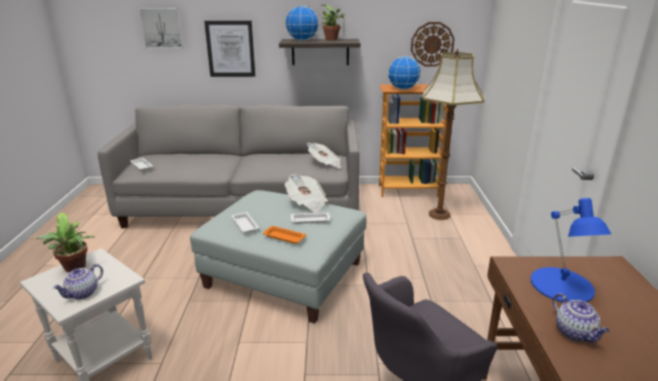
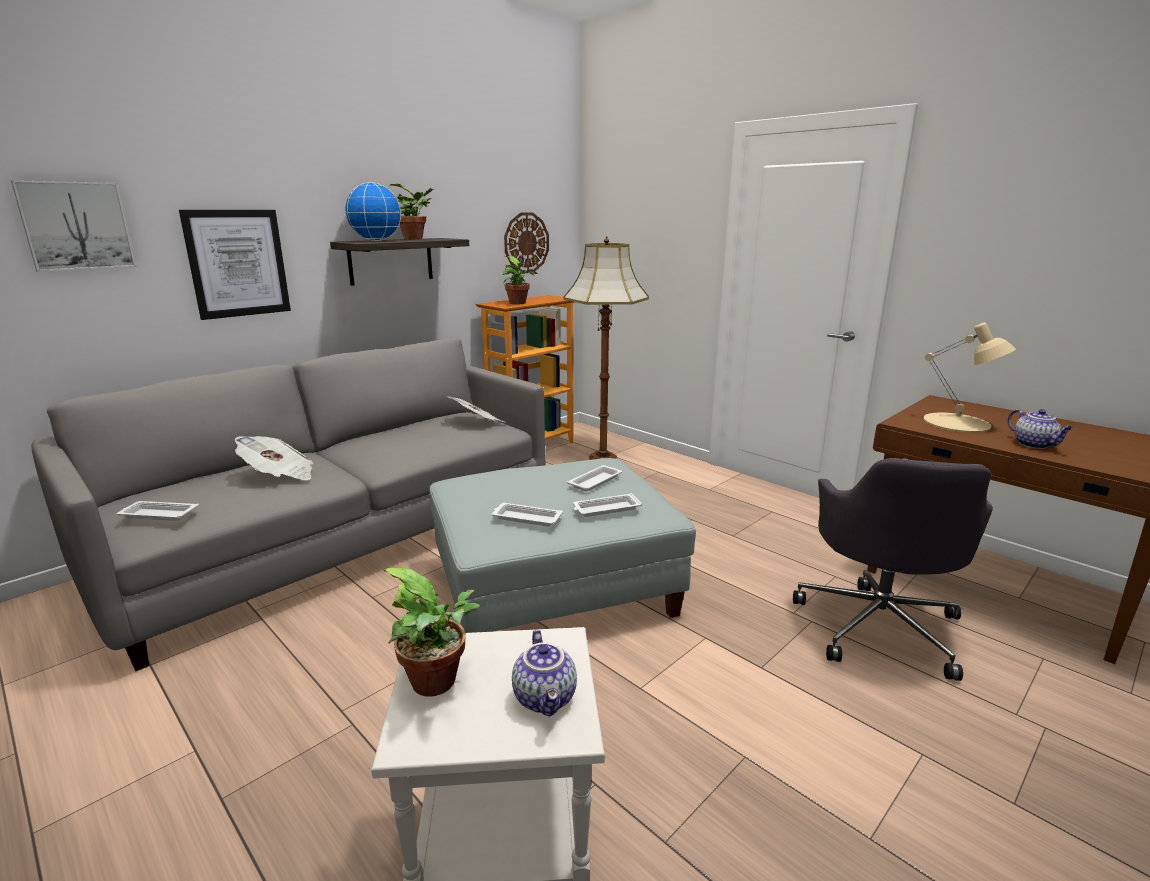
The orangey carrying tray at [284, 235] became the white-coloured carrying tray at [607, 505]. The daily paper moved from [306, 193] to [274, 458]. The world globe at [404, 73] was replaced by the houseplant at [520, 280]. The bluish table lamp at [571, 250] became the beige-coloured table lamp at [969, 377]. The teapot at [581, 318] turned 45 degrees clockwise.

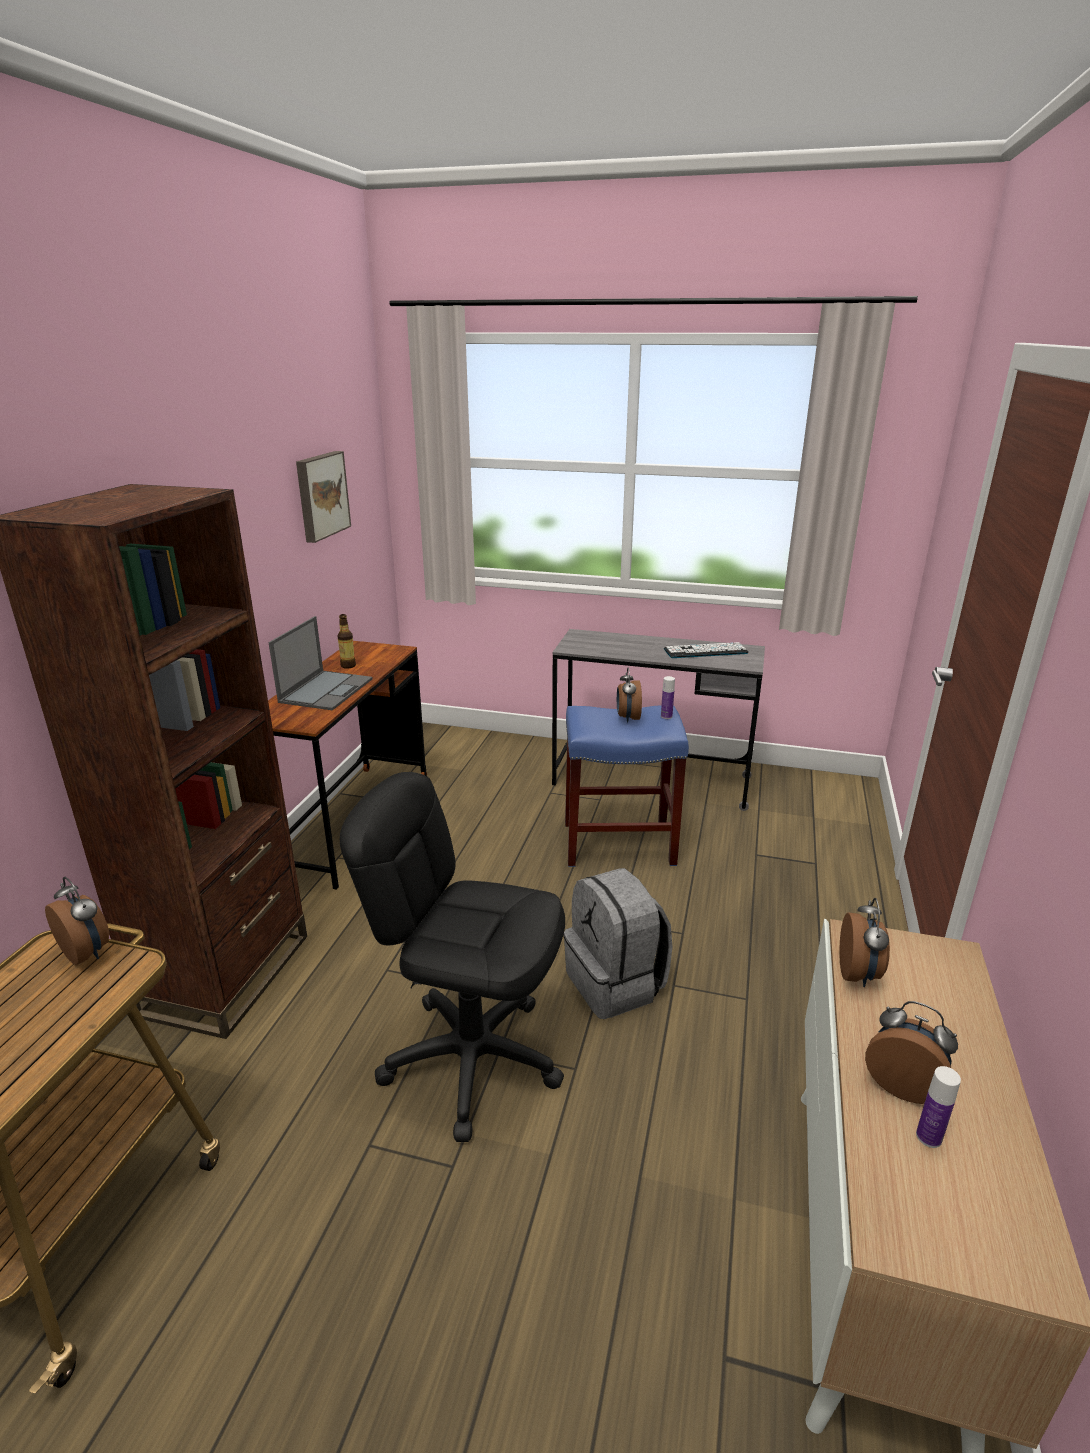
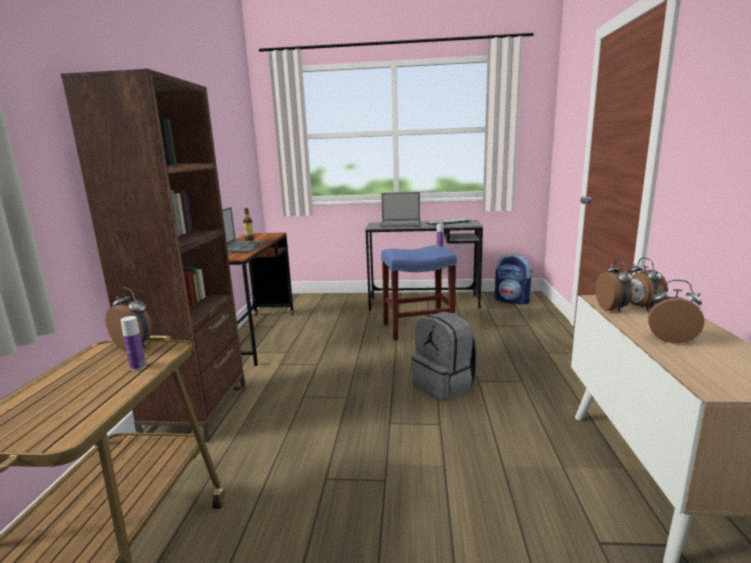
The picture at [323, 497] disappeared. The blackish computer chair at [452, 957] disappeared. The bedside clock moved from [629, 695] to [648, 284]. The drink bottle moved from [938, 1107] to [133, 343]. The portable computer at [400, 209] appeared. The knapsack at [513, 279] appeared.

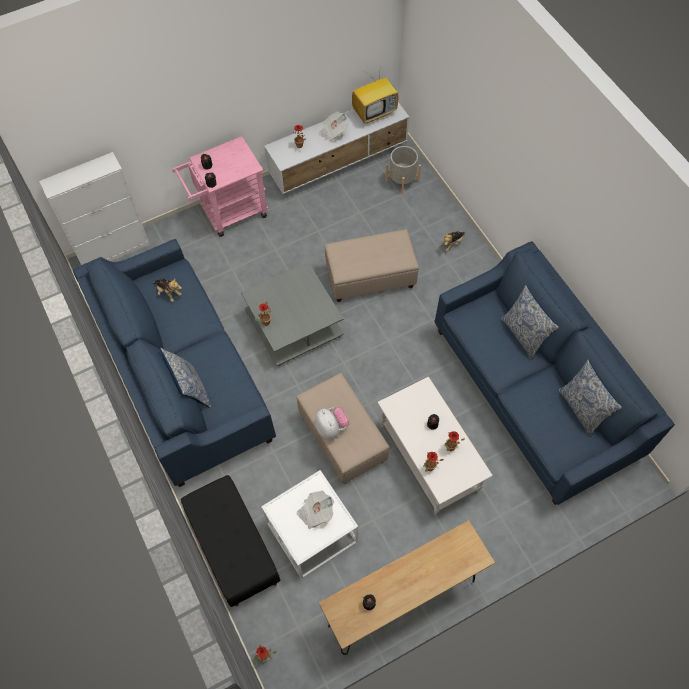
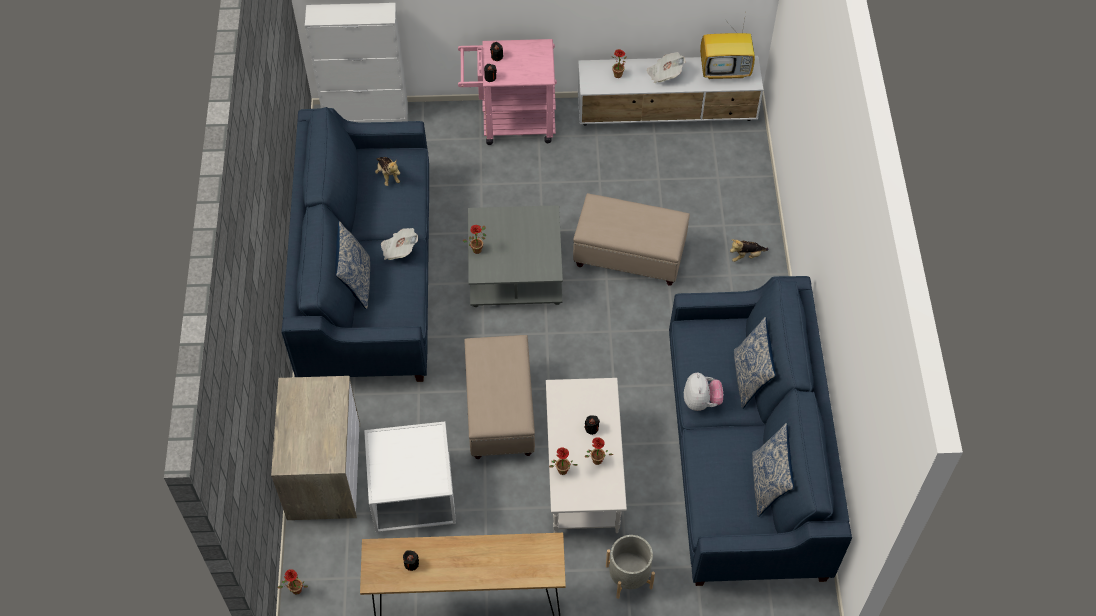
The blackish indoor bench at [230, 541] was replaced by the chest of drawers at [315, 448]. The daily paper moved from [315, 509] to [399, 244]. The plush toy moved from [332, 423] to [703, 392]. The gray plant pot moved from [403, 170] to [630, 567].

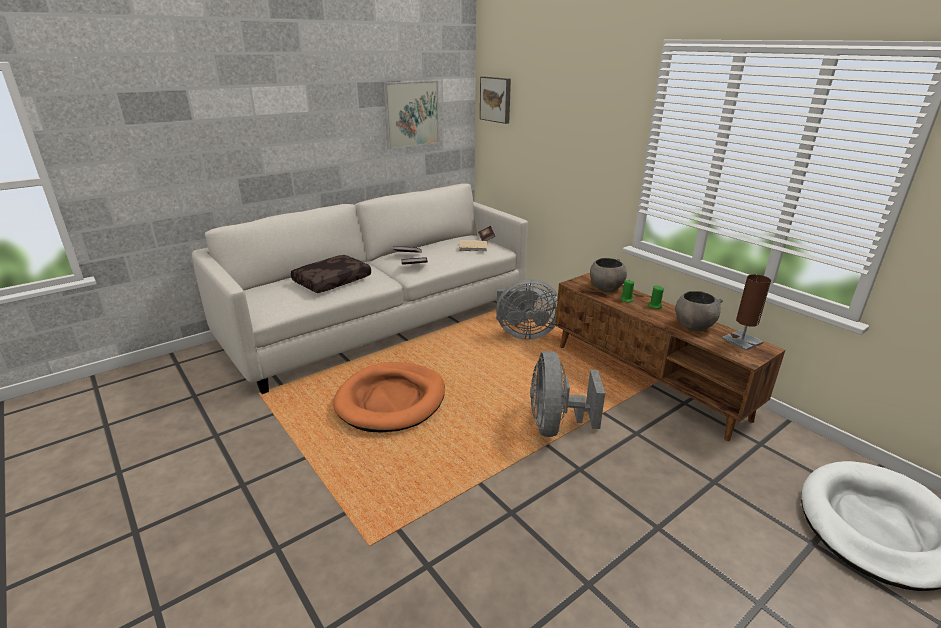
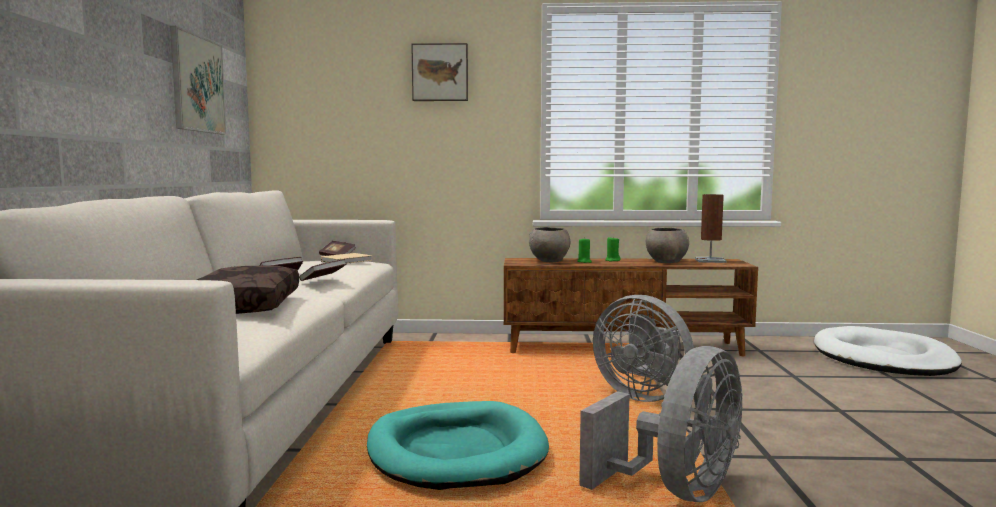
The orangey dog bed at [389, 397] became the turquoise-coloured dog bed at [458, 445]. The picture moved from [495, 100] to [439, 72]. The gray fan moved from [527, 309] to [661, 424].

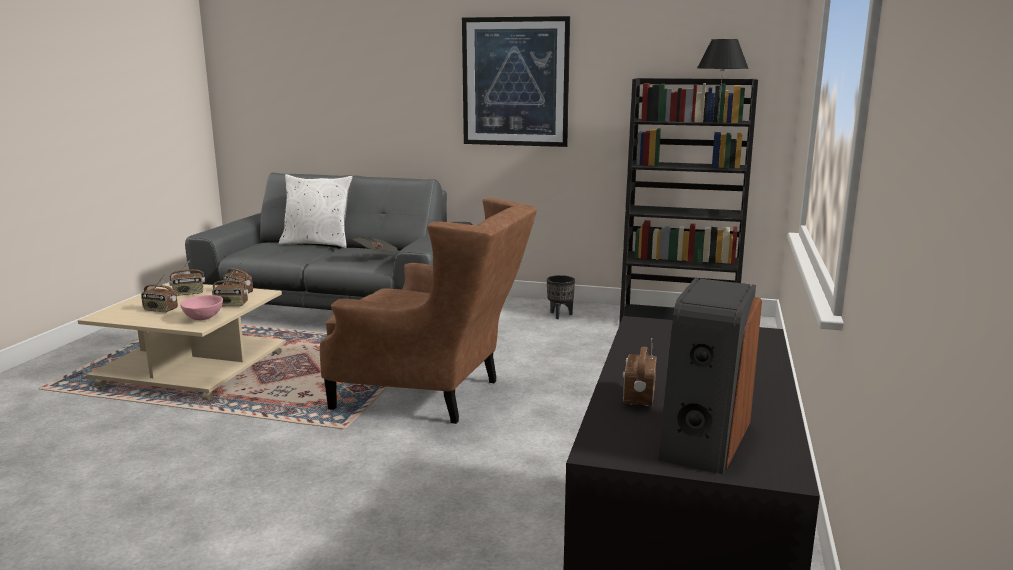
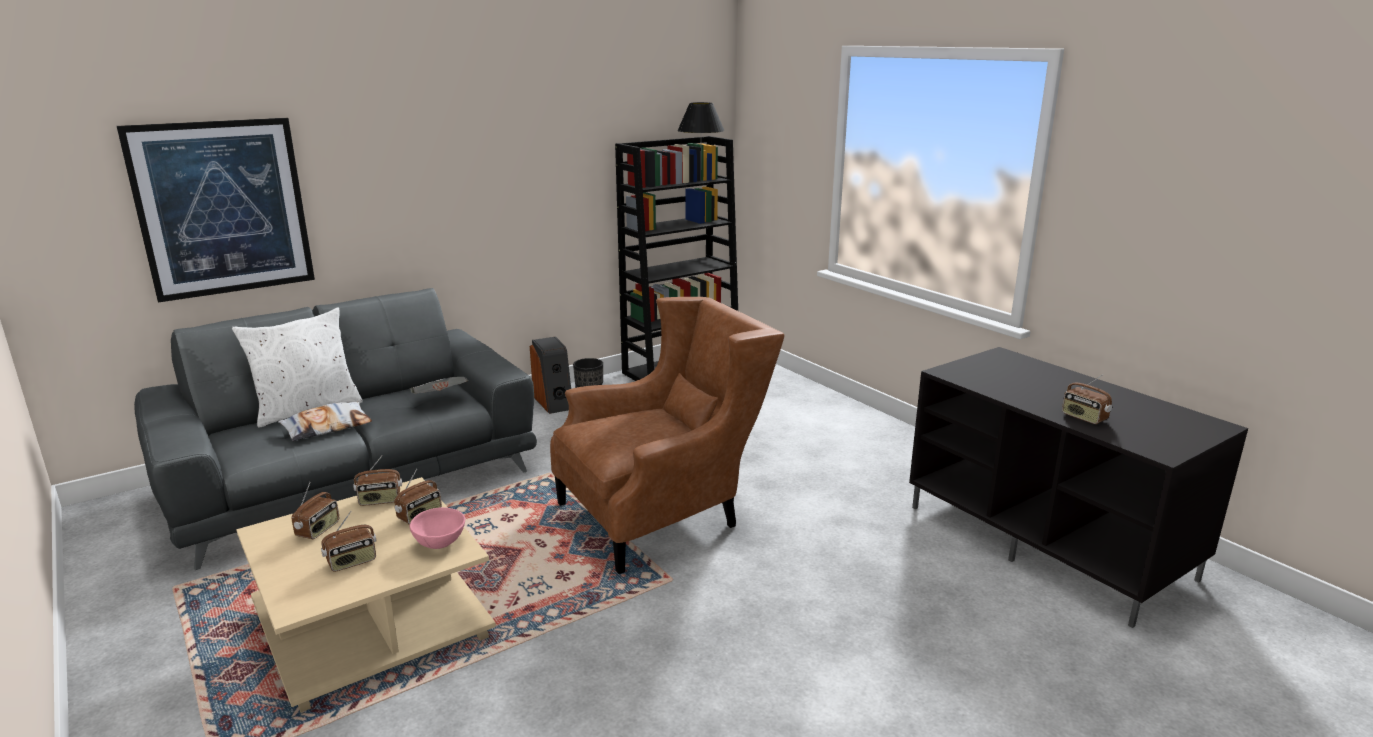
The picture moved from [516, 81] to [216, 210]. The speaker moved from [710, 376] to [550, 375]. The pillow at [325, 421] appeared.

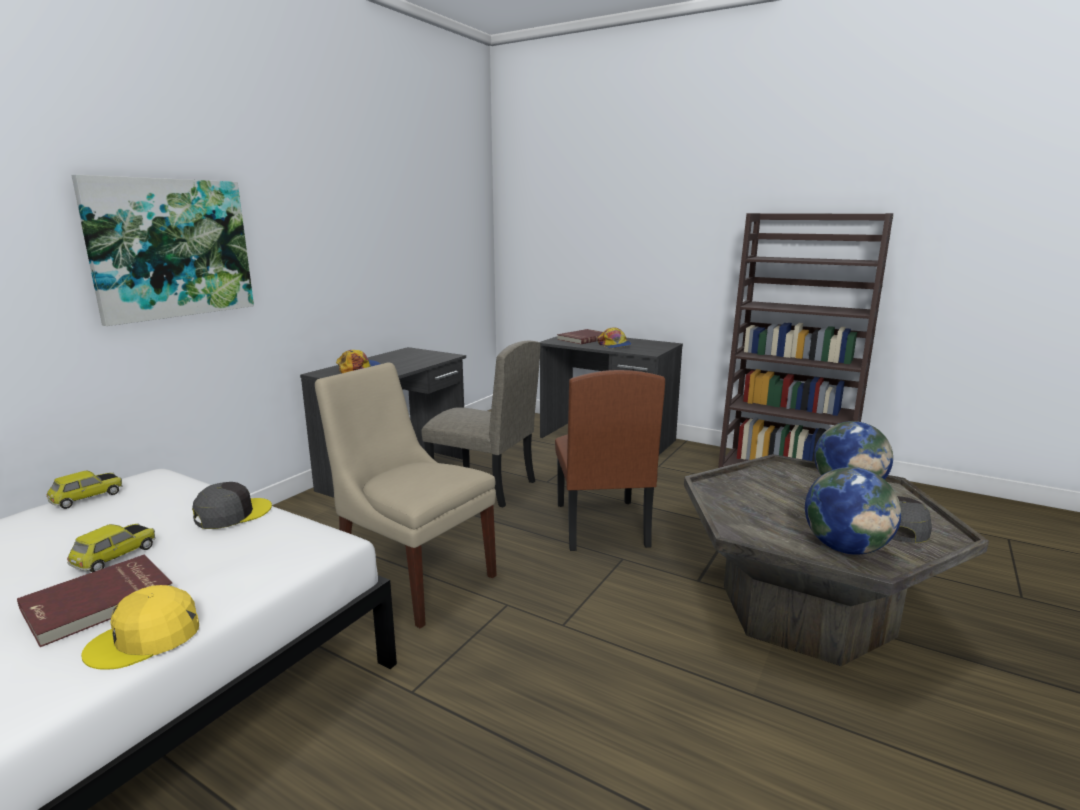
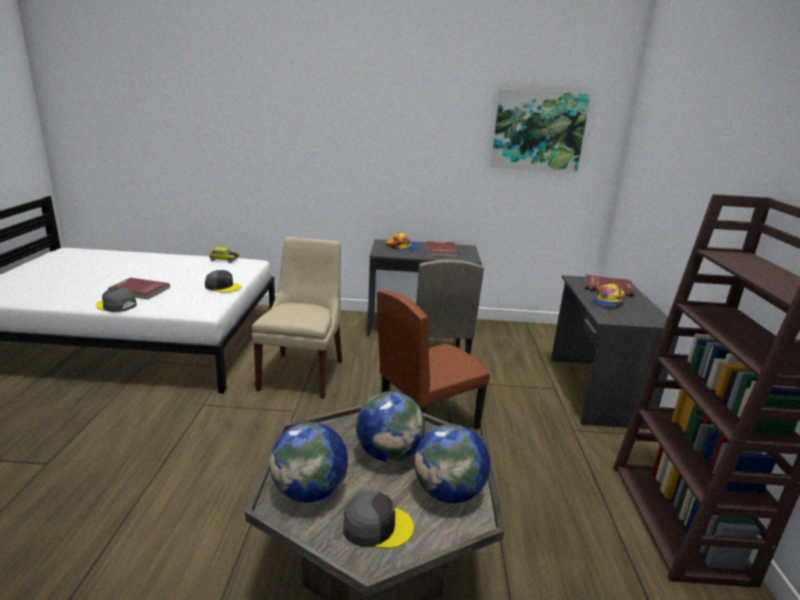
The miniature car at [111, 547] disappeared. The picture moved from [162, 250] to [541, 130]. The yellow cap at [140, 627] became the gray cap at [116, 300]. The world globe at [390, 426] appeared. The red-coloured bound book at [443, 249] appeared.

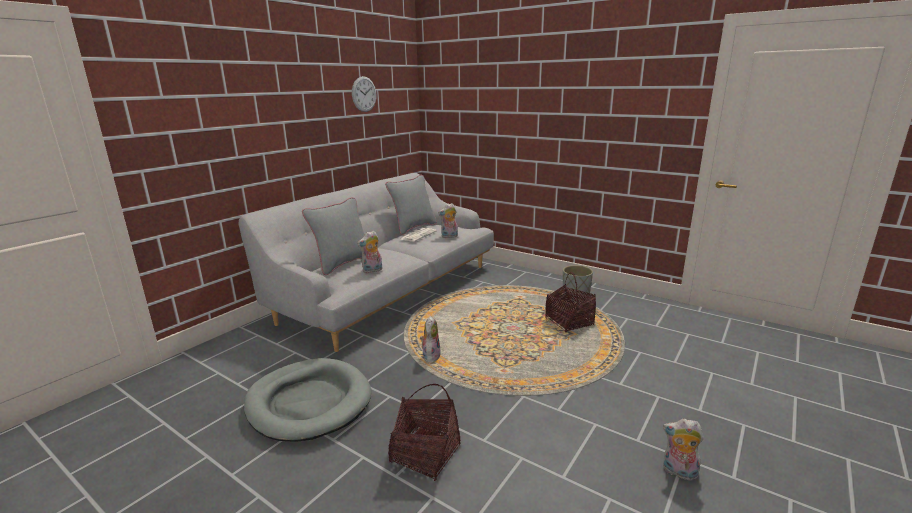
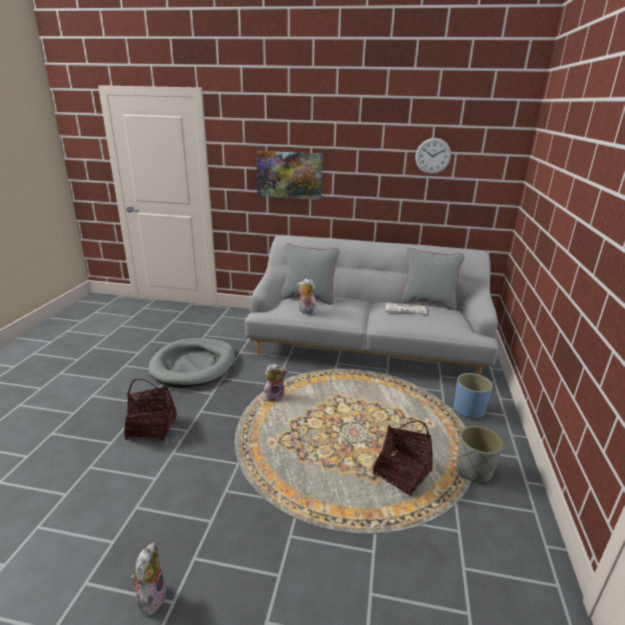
The plush toy at [448, 220] disappeared. The picture at [289, 175] appeared. The bluish plant pot at [473, 396] appeared.

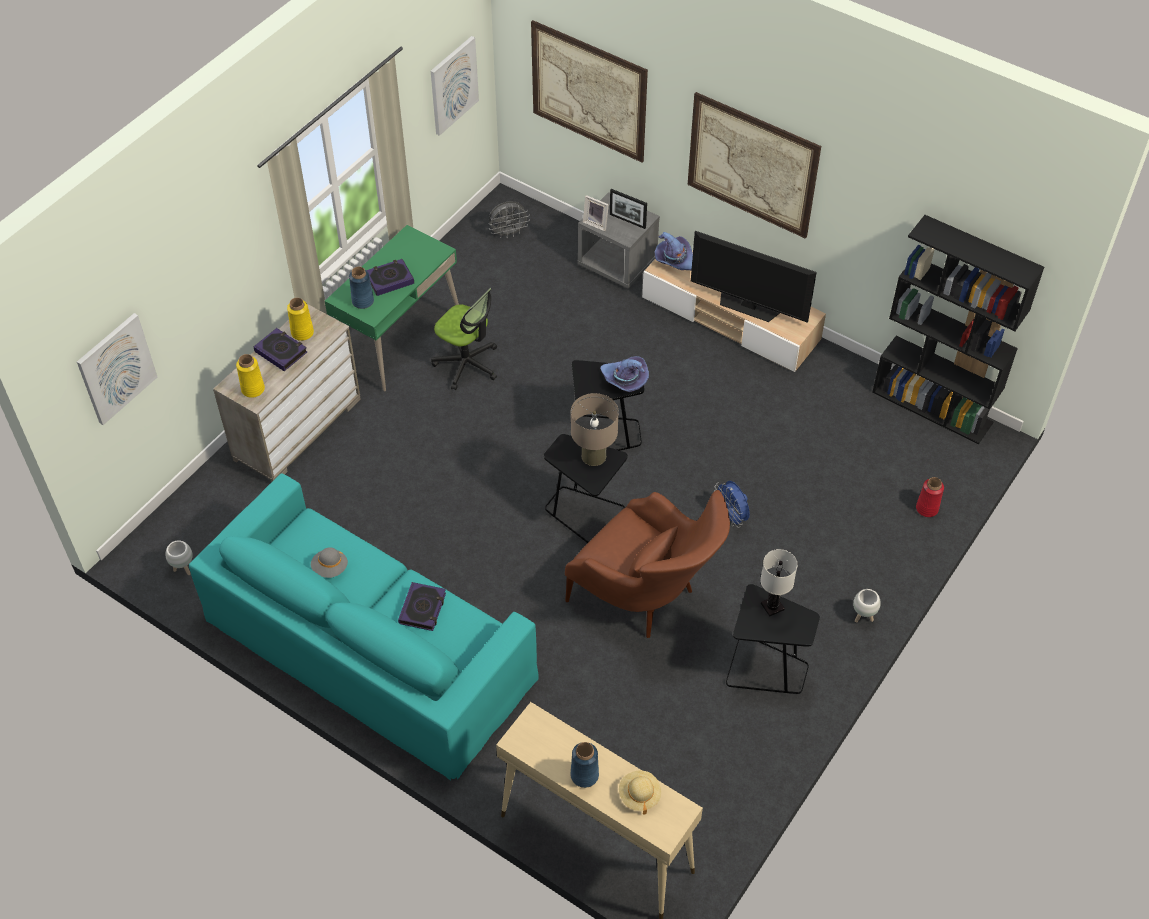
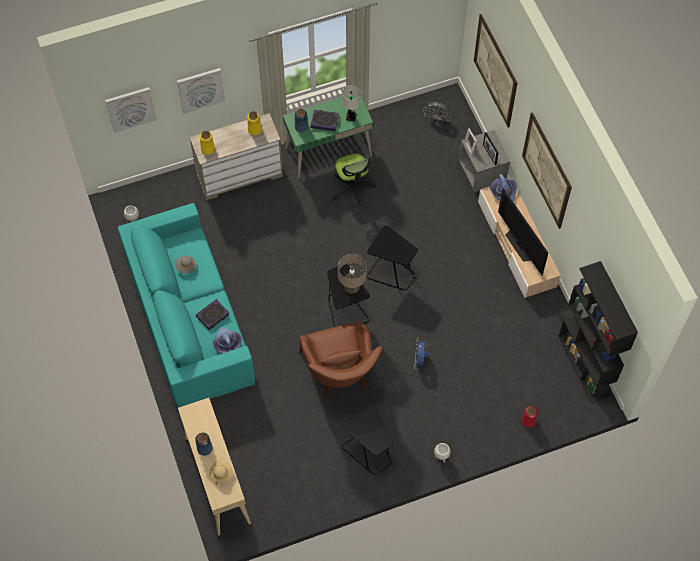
The bound book at [280, 349] disappeared. The picture moved from [455, 86] to [201, 91]. The purple clothing hat moved from [624, 374] to [227, 340]. The white-coloured table lamp moved from [779, 583] to [351, 103].

